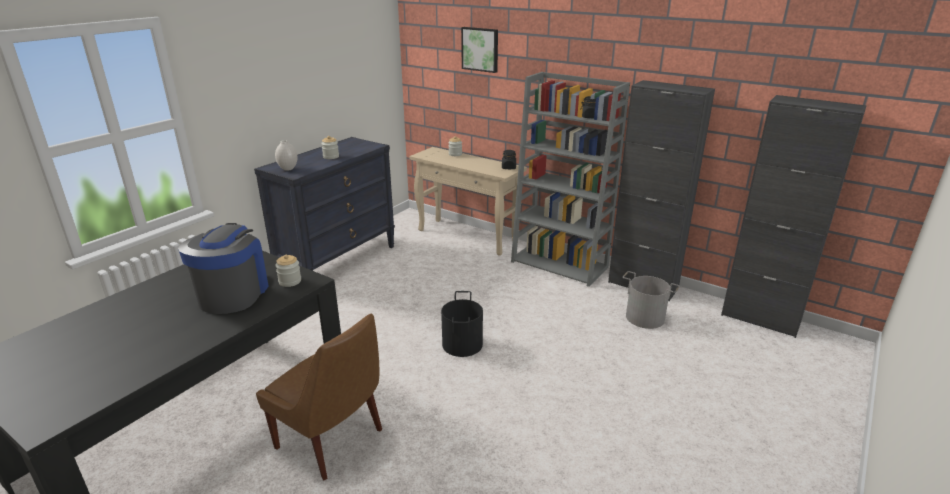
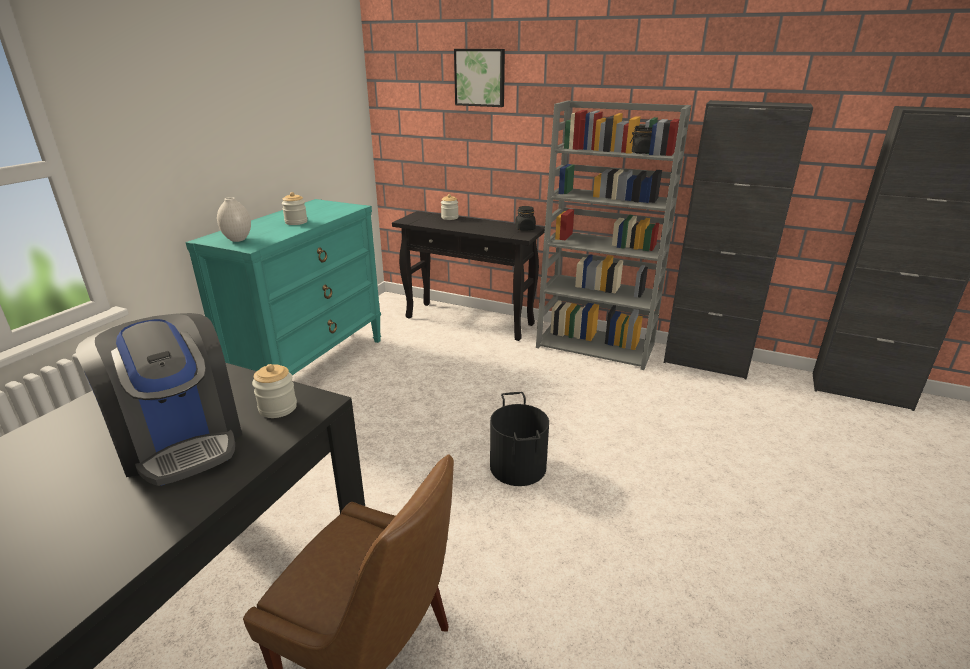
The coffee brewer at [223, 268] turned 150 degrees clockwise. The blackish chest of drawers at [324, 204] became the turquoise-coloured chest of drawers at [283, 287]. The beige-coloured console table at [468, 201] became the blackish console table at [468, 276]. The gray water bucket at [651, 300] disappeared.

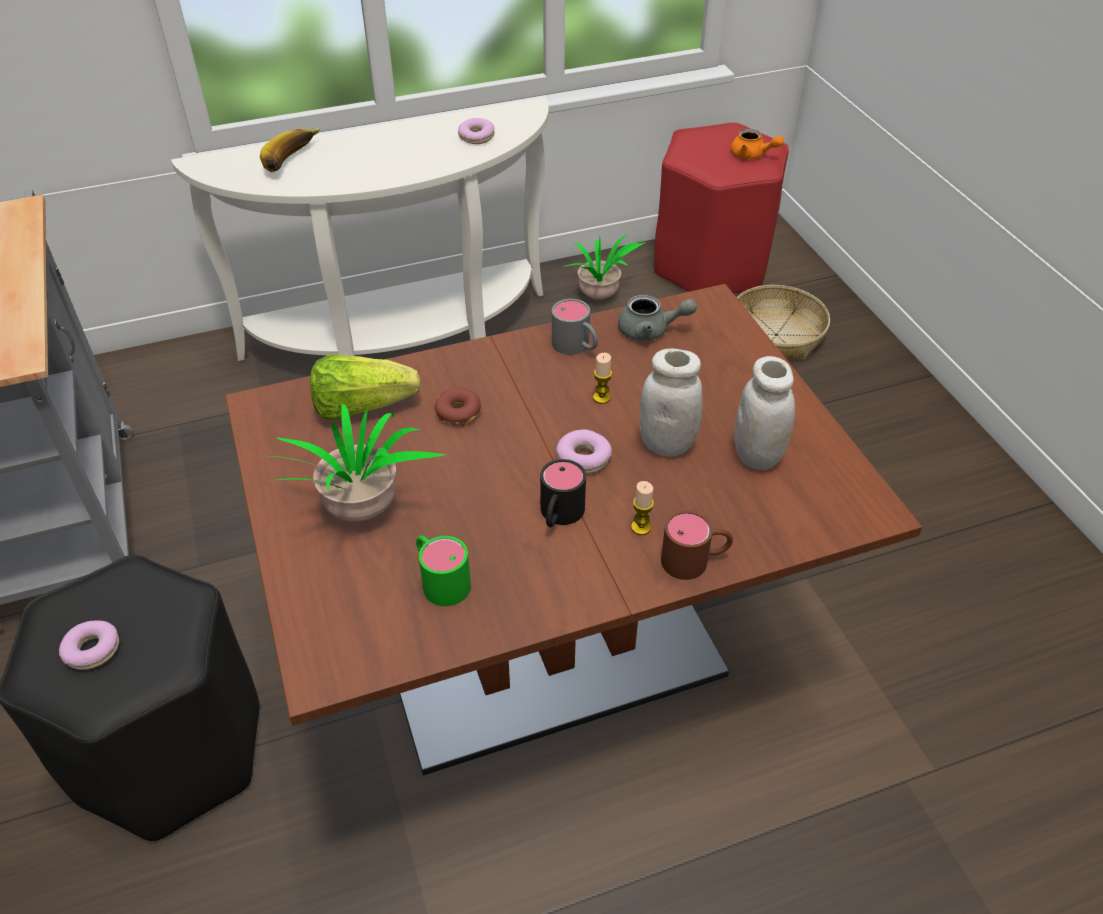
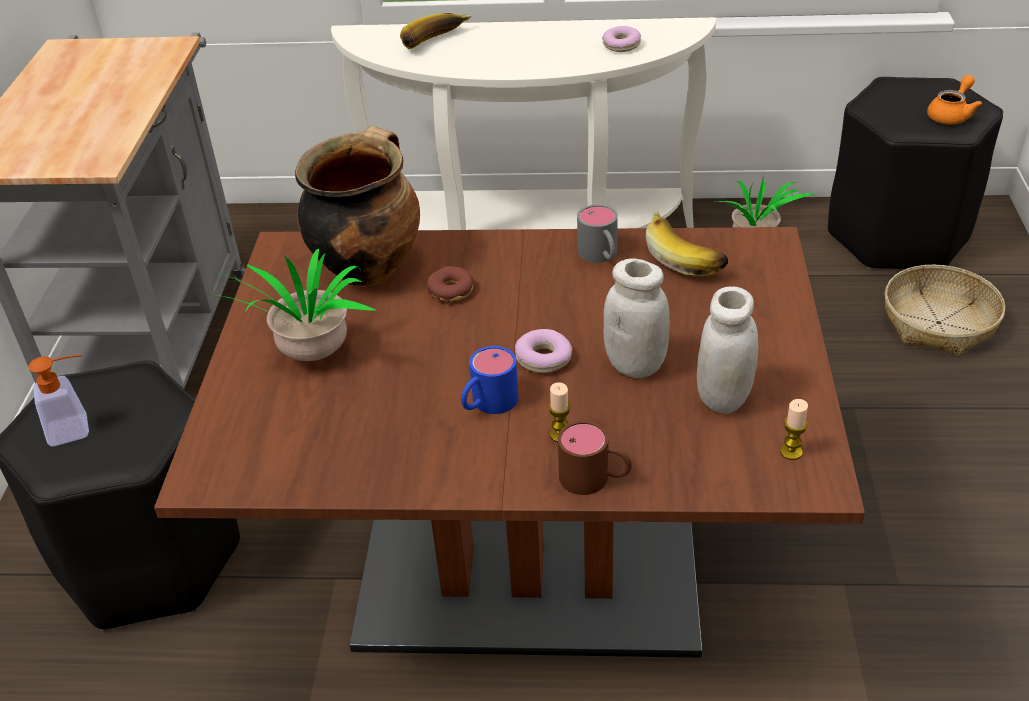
The doughnut at [89, 645] was replaced by the soap dispenser at [58, 400]. The lettuce head at [365, 387] was replaced by the saucepot at [357, 206]. The green mug at [443, 570] disappeared. The blackish mug at [563, 493] became the bluish mug at [489, 380]. The candle moved from [602, 378] to [794, 429]. The gray teapot at [657, 318] was replaced by the banana fruit at [687, 243]. The red-coloured stool at [721, 208] became the blackish stool at [915, 173]. The orangey teapot at [757, 144] turned 105 degrees counterclockwise.

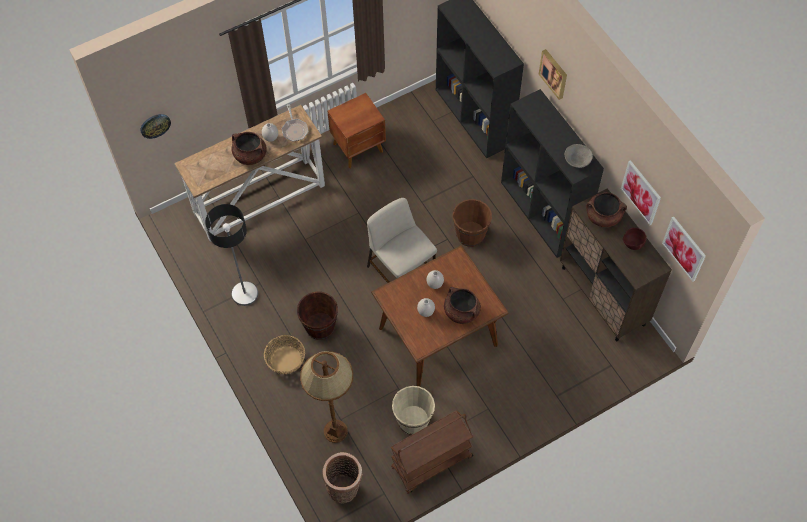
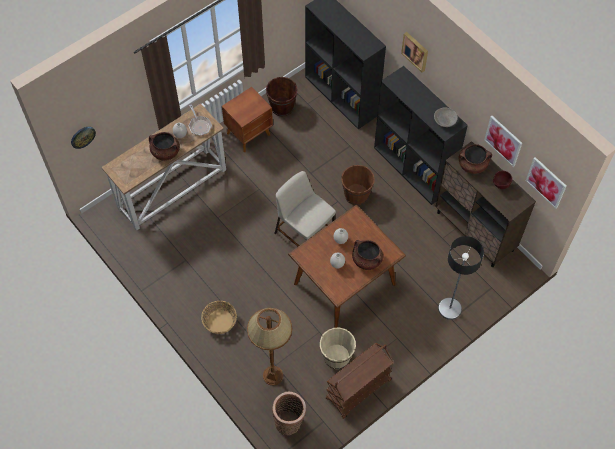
The standard lamp moved from [231, 255] to [461, 278]. The brownish water bucket moved from [317, 316] to [282, 97].

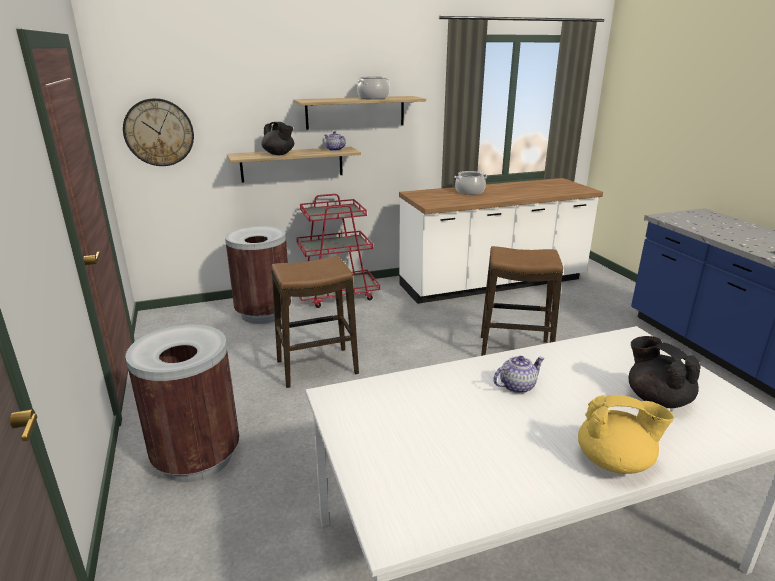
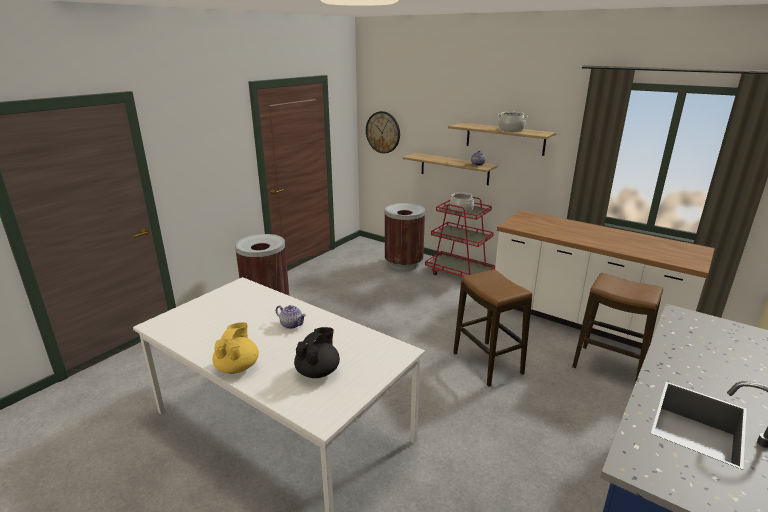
The blackish teapot at [277, 138] disappeared. The stool moved from [315, 322] to [617, 328]. The saucepot moved from [470, 183] to [462, 202]. The yellow teapot at [626, 434] turned 150 degrees counterclockwise.

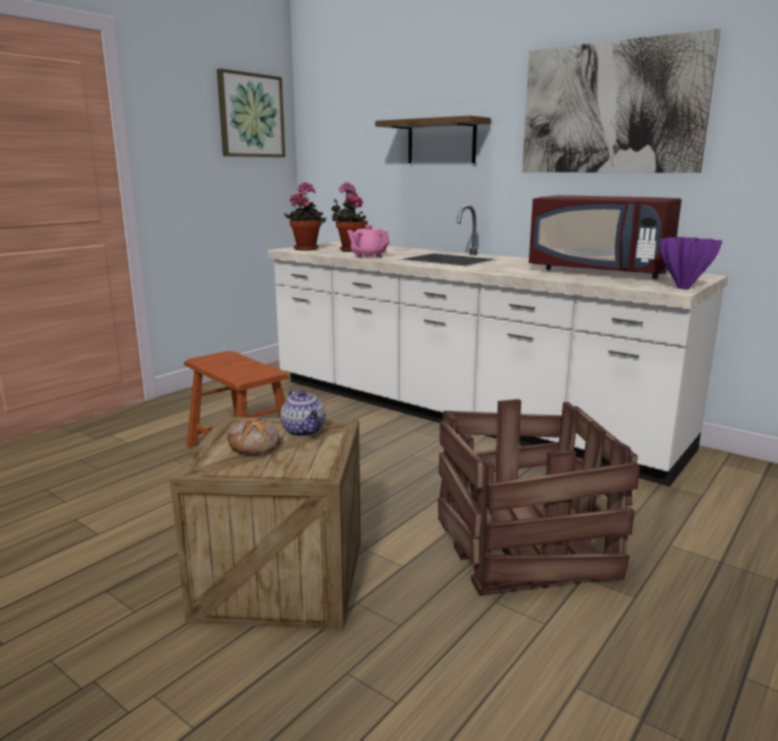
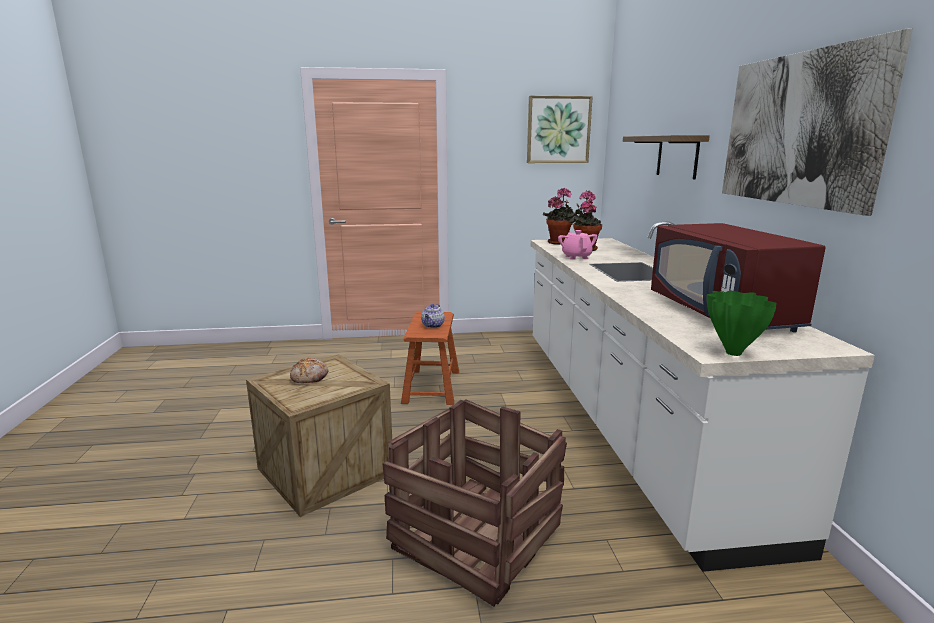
The teapot moved from [303, 413] to [433, 316]. The purple flower vase at [690, 263] became the green flower vase at [742, 323].

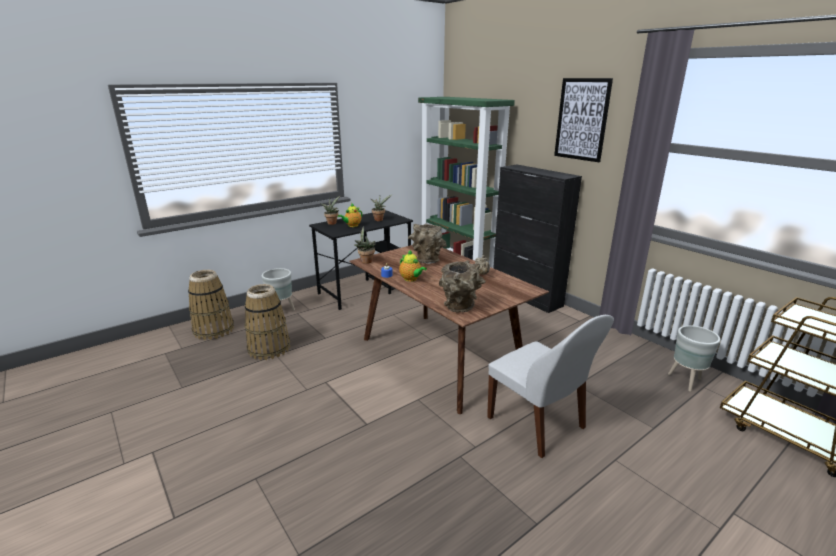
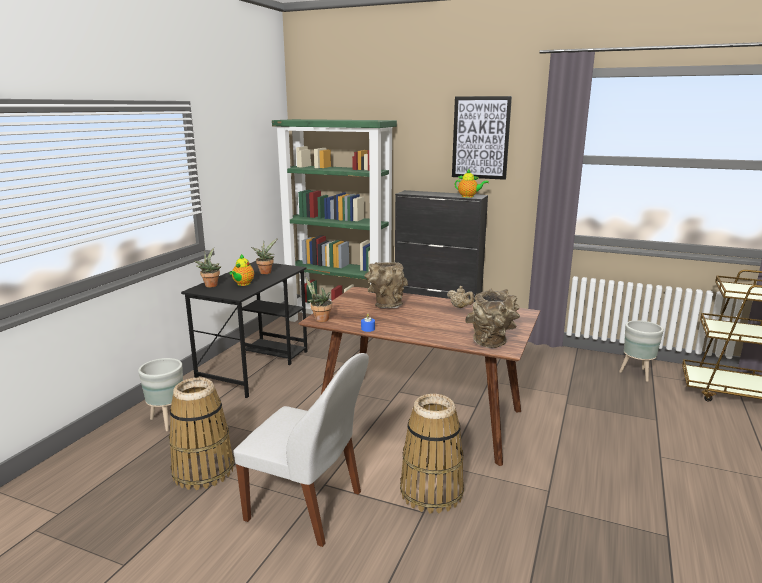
The basket moved from [211, 305] to [432, 453]. The teapot moved from [413, 266] to [472, 183]. The white-coloured plain chair moved from [550, 386] to [301, 450].

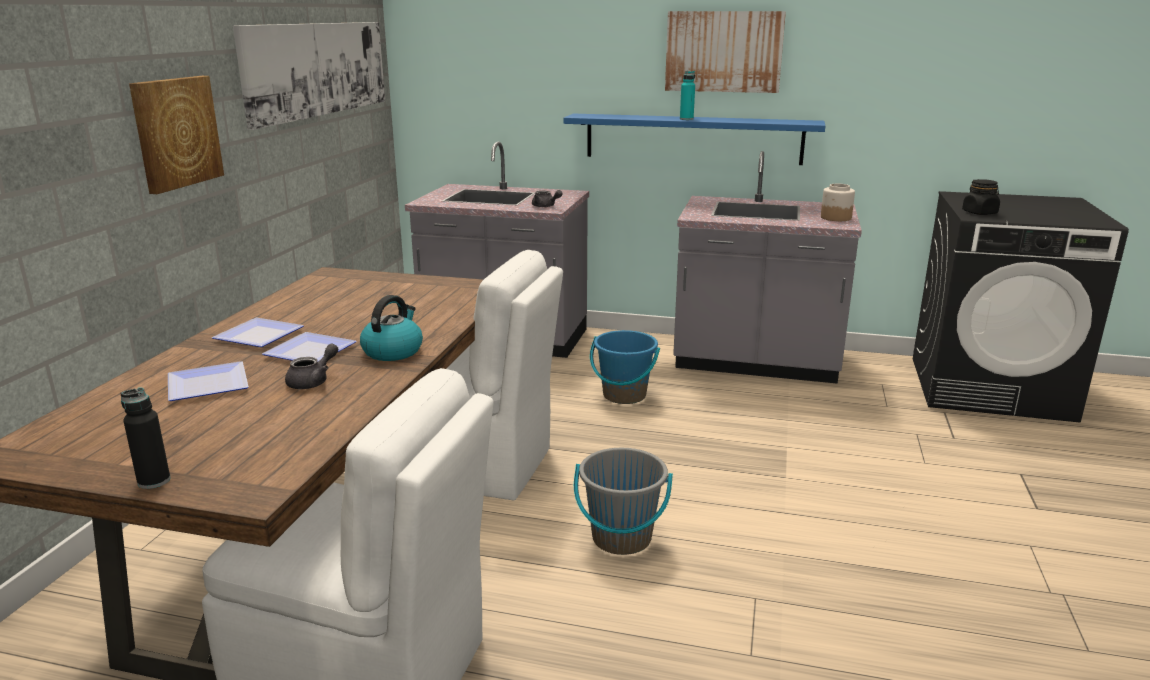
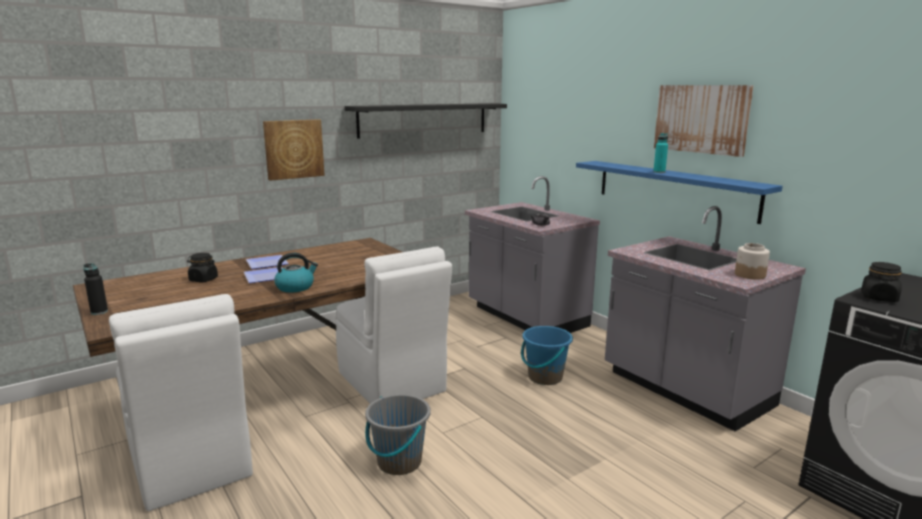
The plate at [208, 381] was replaced by the blackish storage jar at [202, 267]. The picture at [309, 76] was replaced by the blackish bracket shelf at [426, 121]. The gray teapot at [311, 366] disappeared.

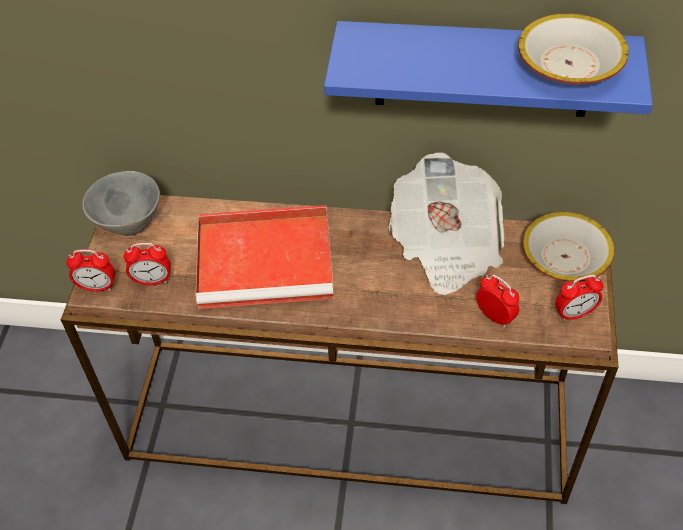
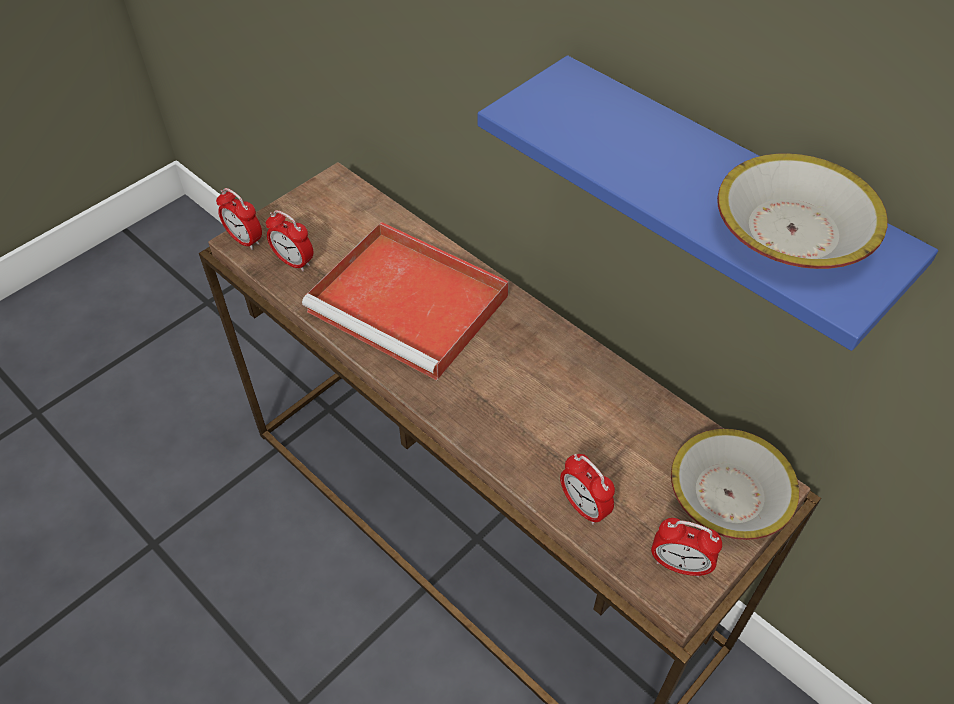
The gray bowl at [121, 203] disappeared. The daily paper at [446, 223] disappeared. The bedside clock at [497, 301] turned 150 degrees clockwise.

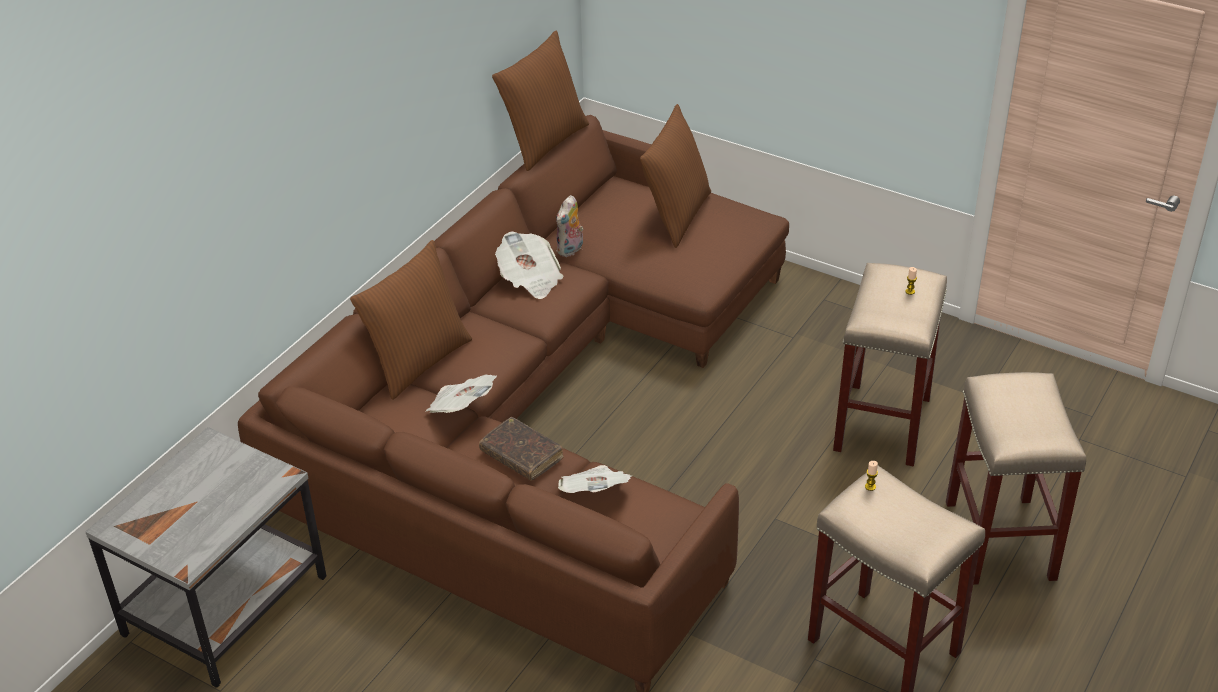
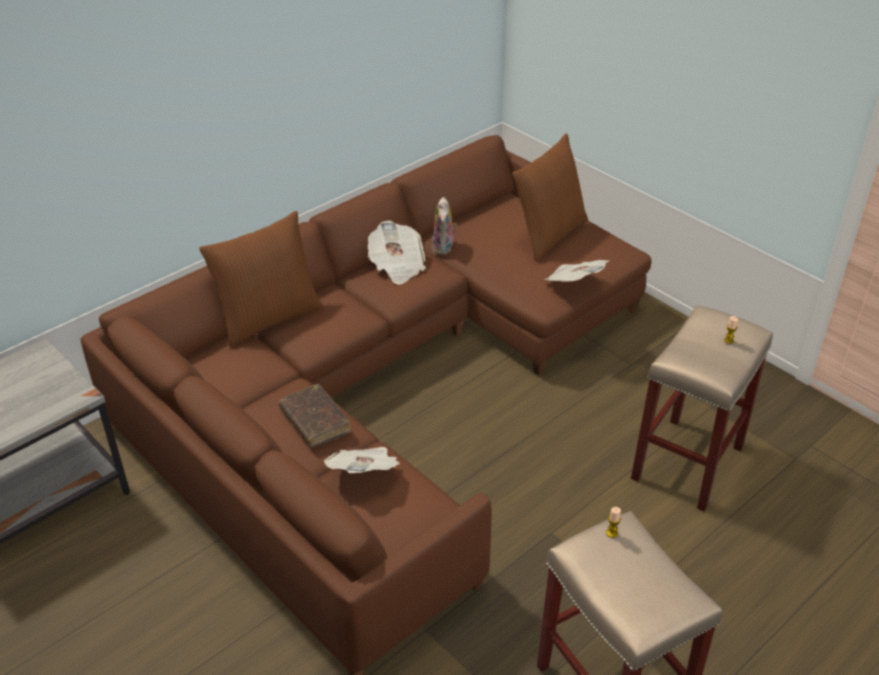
The daily paper moved from [461, 393] to [577, 271]. The brownish pillow at [540, 101] disappeared. The plush toy at [569, 226] turned 45 degrees counterclockwise. The beige-coloured stool at [1016, 478] disappeared.

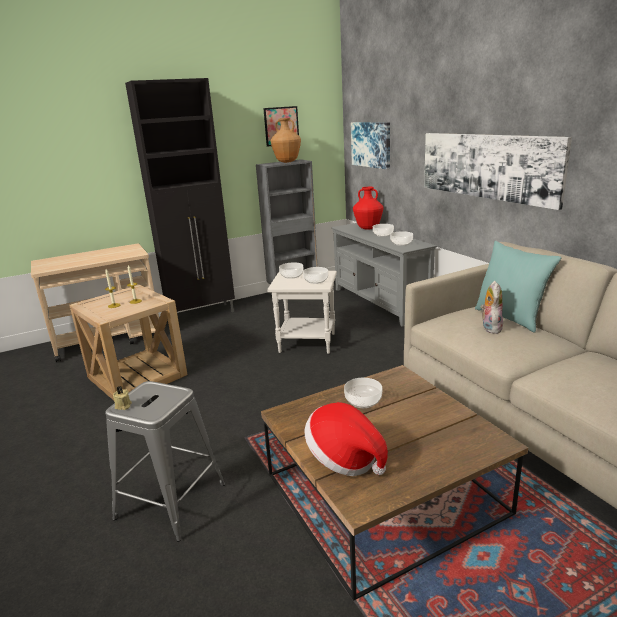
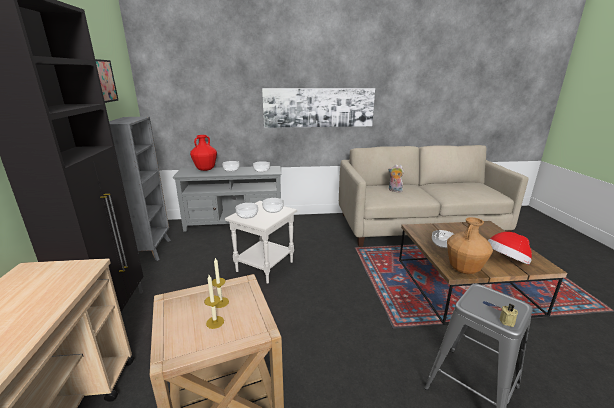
The brownish flower vase moved from [285, 140] to [470, 245]. The picture at [370, 145] disappeared. The turquoise-coloured pillow at [518, 287] disappeared.

